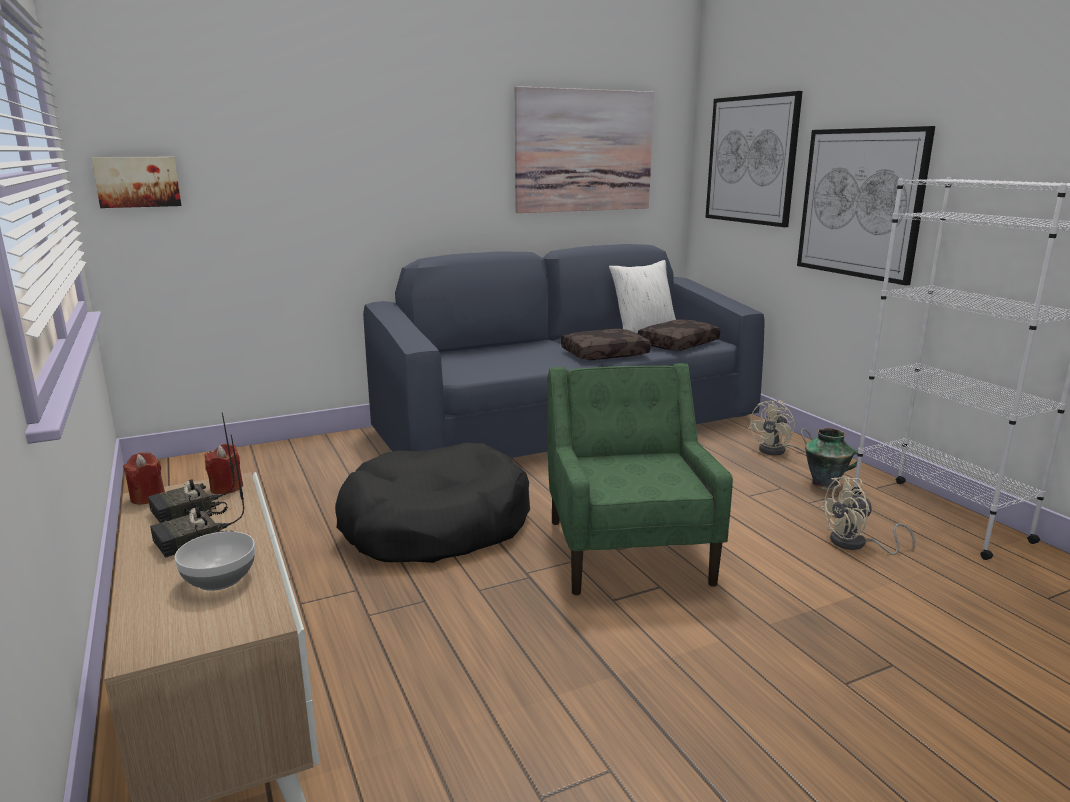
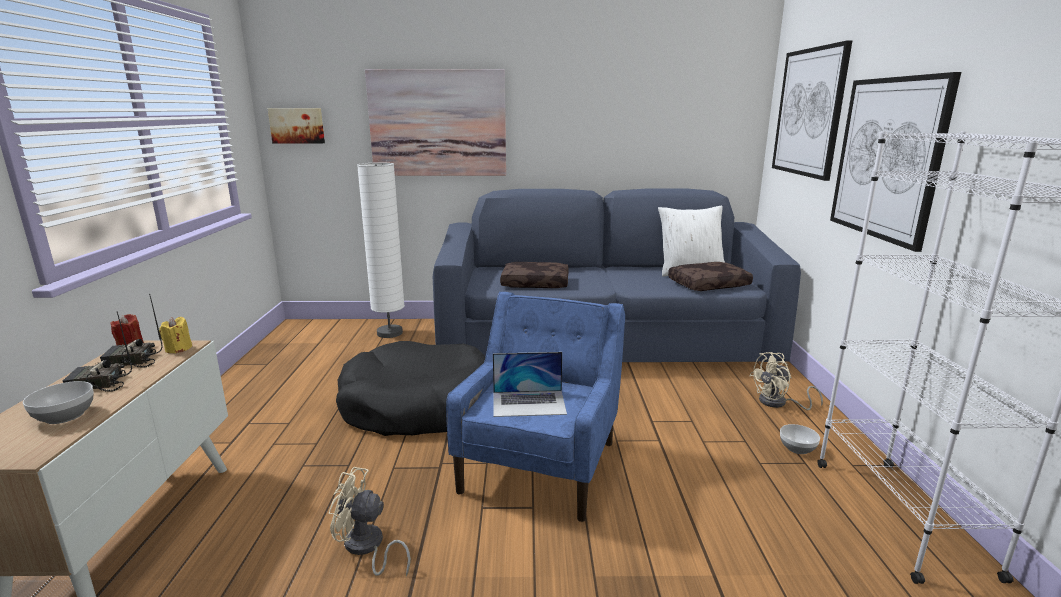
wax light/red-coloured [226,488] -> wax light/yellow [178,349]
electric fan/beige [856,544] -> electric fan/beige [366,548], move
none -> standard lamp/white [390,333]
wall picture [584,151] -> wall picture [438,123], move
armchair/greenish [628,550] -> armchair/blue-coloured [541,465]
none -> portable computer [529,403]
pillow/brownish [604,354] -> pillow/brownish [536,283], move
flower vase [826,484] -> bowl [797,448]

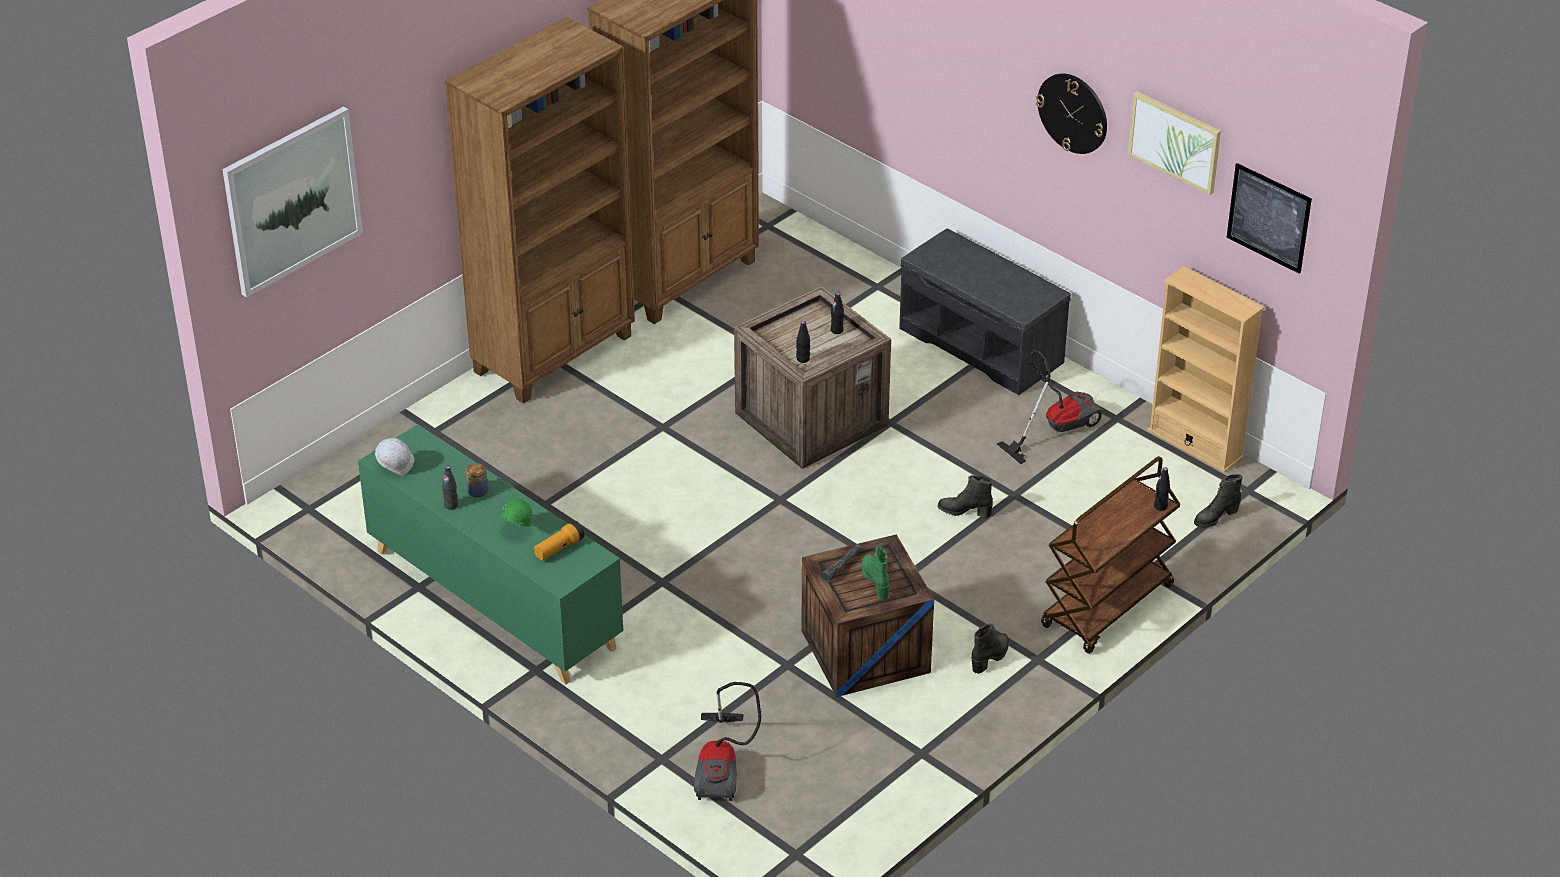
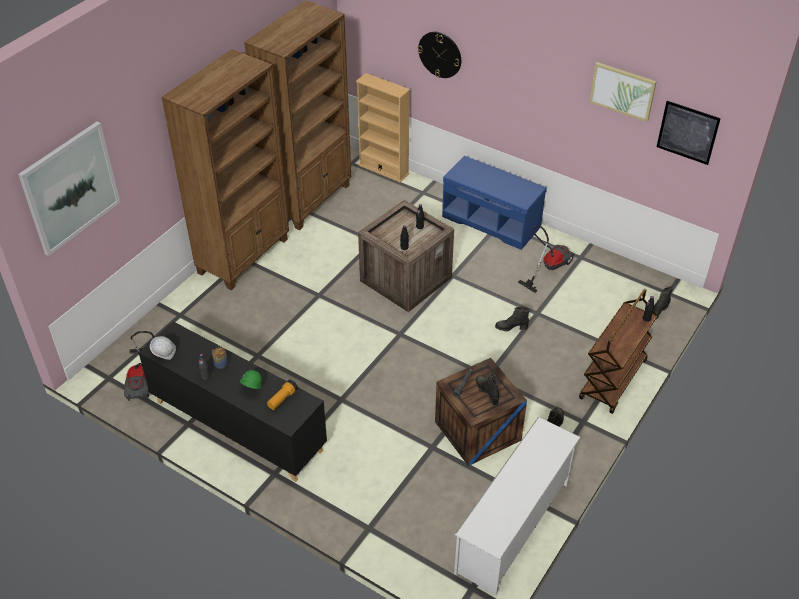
vacuum [723,767] -> vacuum [142,379], move
cabinet/greenish [493,599] -> cabinet/black [237,426]
shelving unit/beige [1195,444] -> shelving unit/beige [384,169], move
wall clock [1073,113] -> wall clock [440,54], move
indoor bench/grey [983,345] -> indoor bench/blue-coloured [492,221]
none -> shoe rack/white [514,528]
boot/greenish [876,581] -> boot/black [487,392]

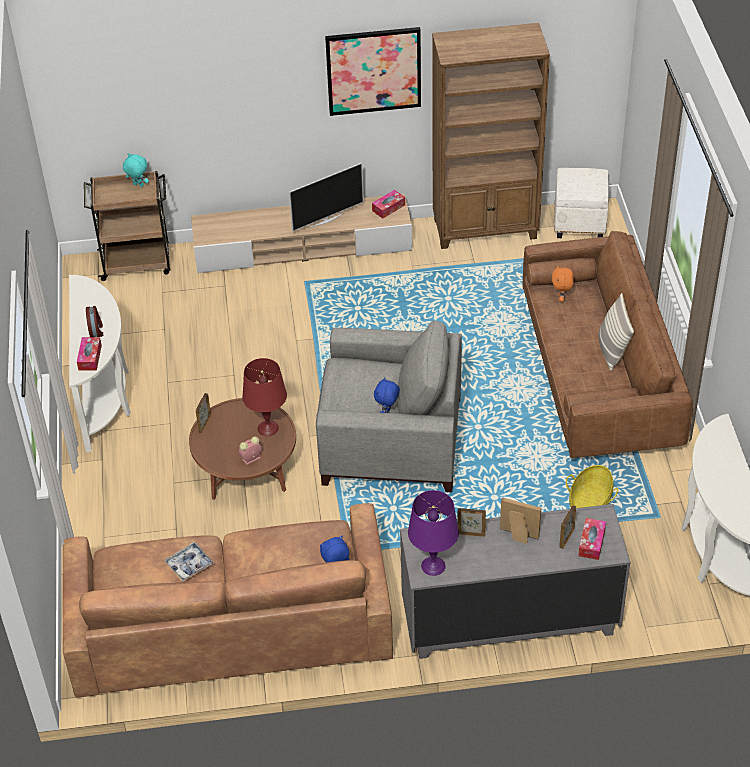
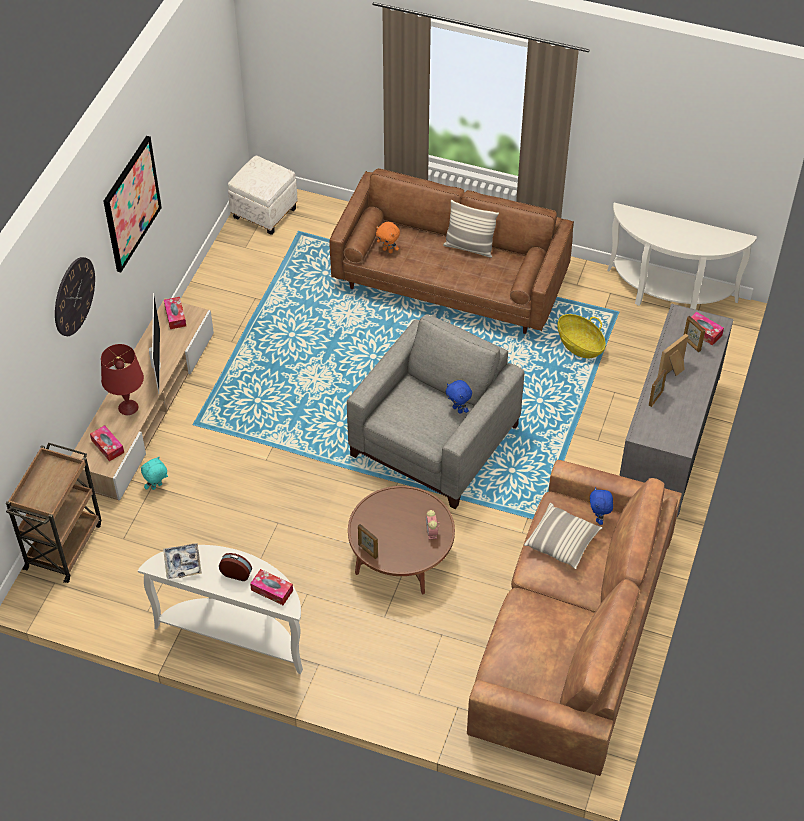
none -> wall clock [74,296]
none -> tissue box [107,446]
lamp for a table/red-coloured [268,428] -> lamp for a table/red-coloured [128,407], move
soft toy/turquoise [138,185] -> soft toy/turquoise [157,487], move
carrying tray [189,564] -> carrying tray [182,564], move
none -> pillow [562,542]
lamp for a table/purple [433,566] -> none
shelving unit/brownish [486,229] -> none

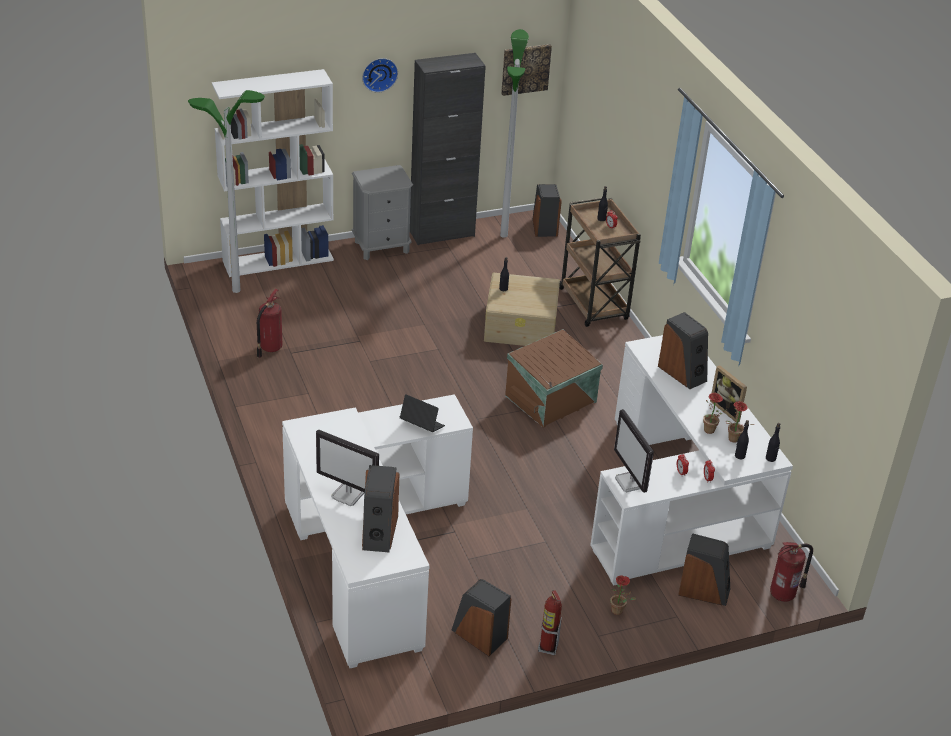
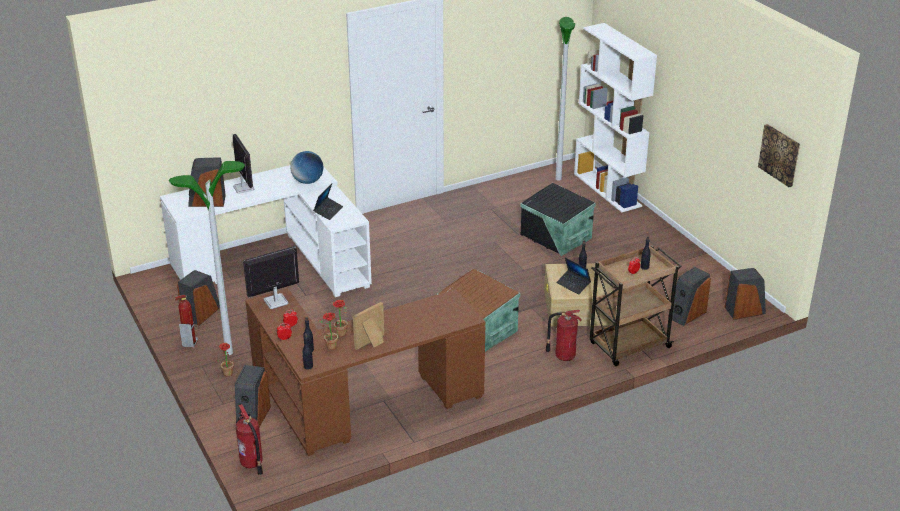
standard lamp [503,235] -> standard lamp [229,352], move
computer display [348,495] -> computer display [243,188], 135 degrees clockwise
desk/white [679,502] -> desk/brownish [358,403]
none -> desk globe [308,181]
none -> storage bin/black [555,237]
fire extinguisher [270,348] -> fire extinguisher [563,356], move
none -> portable computer [573,285]
speaker [682,373] -> speaker [687,314], move
night table/grey [381,246] -> none
wall clock [379,73] -> none
cabinet/black [442,233] -> none

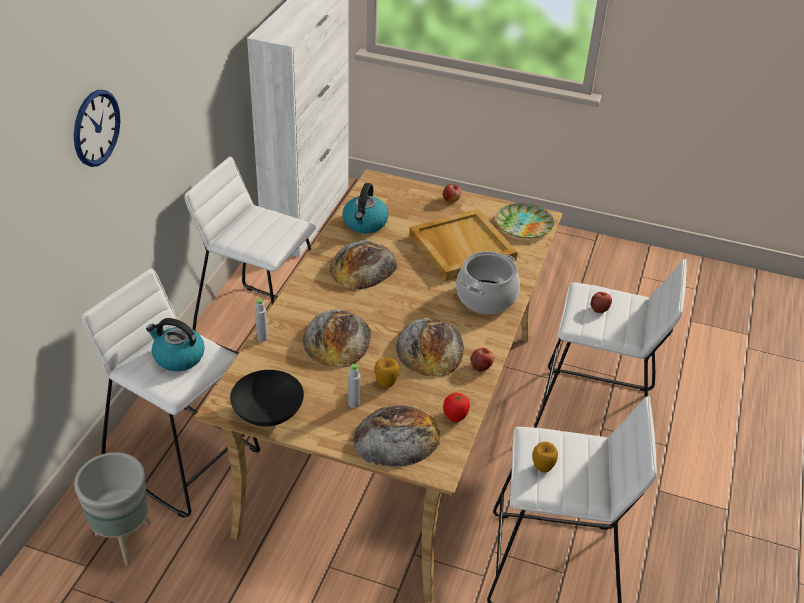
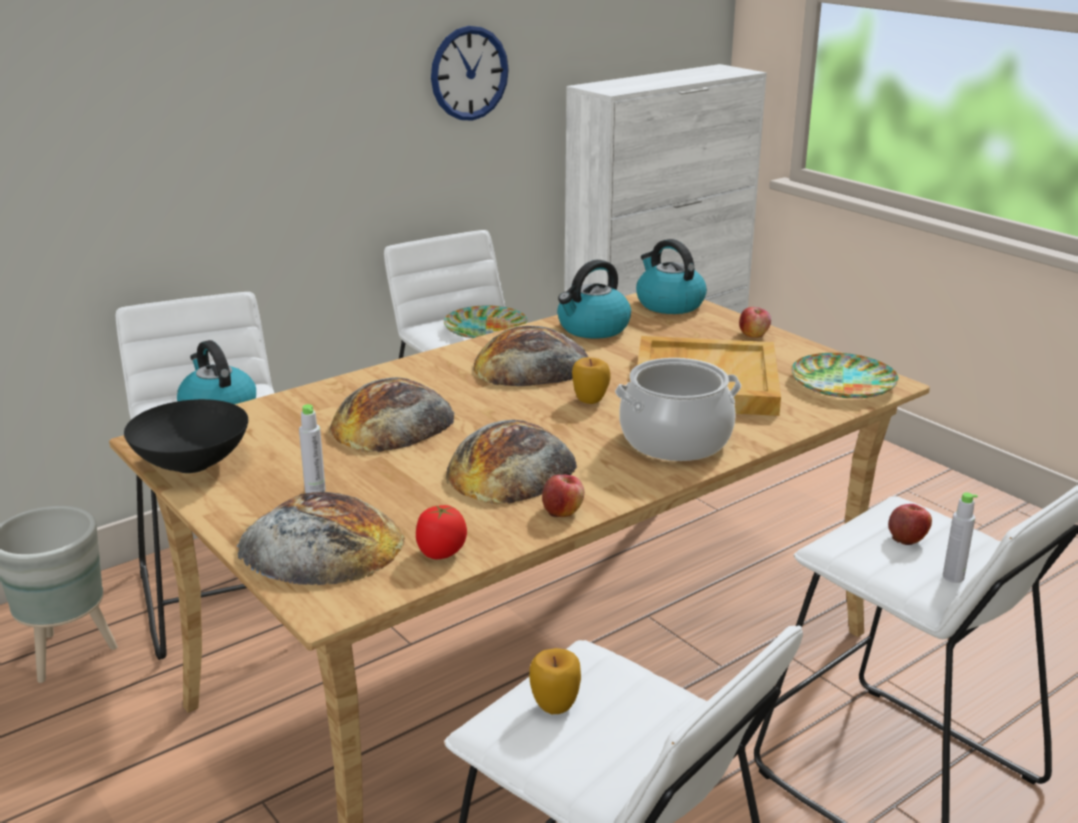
wall clock [96,128] -> wall clock [469,73], move
none -> dinner plate [485,328]
apple fruit [386,383] -> apple fruit [590,400], move
none -> water kettle [668,304]
beverage bottle/grey [262,338] -> beverage bottle/grey [953,577], move

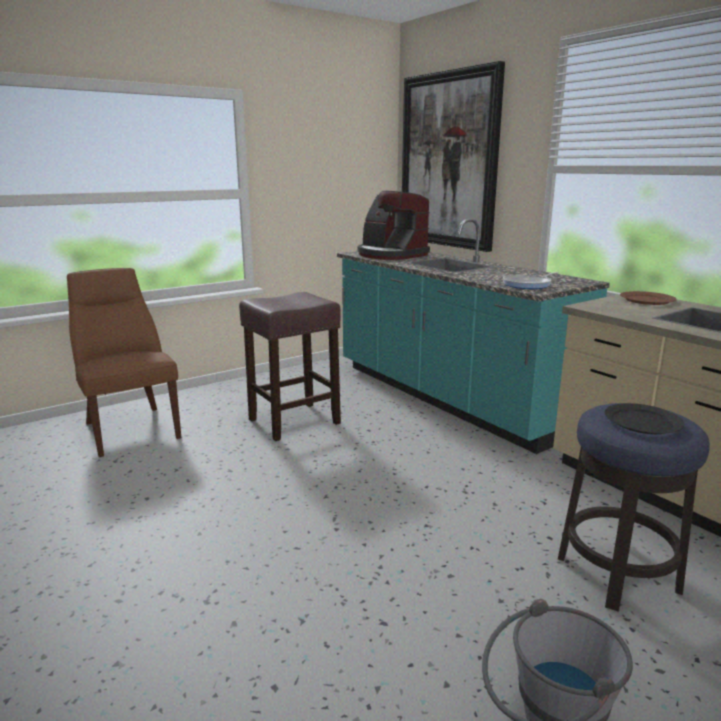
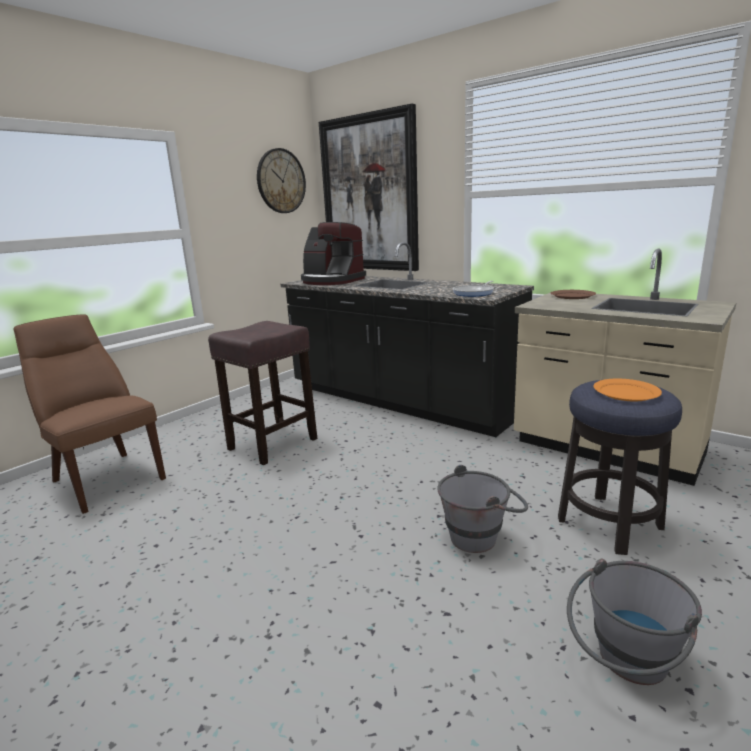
none -> wall clock [281,181]
kitchen base unit/turquoise [447,397] -> kitchen base unit/black [399,401]
none -> bucket/grey [481,535]
dinner plate/black [642,422] -> dinner plate/orange [625,392]

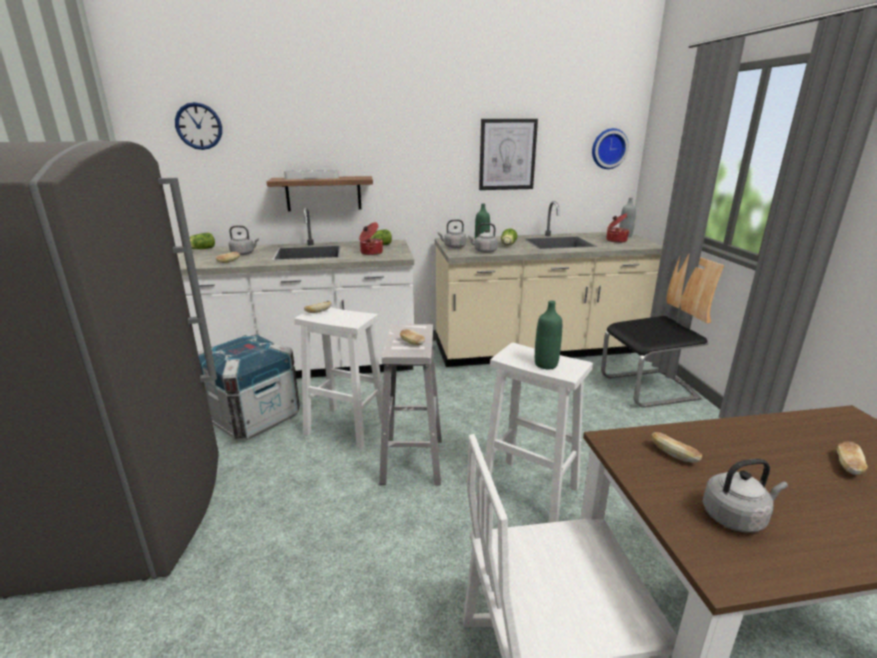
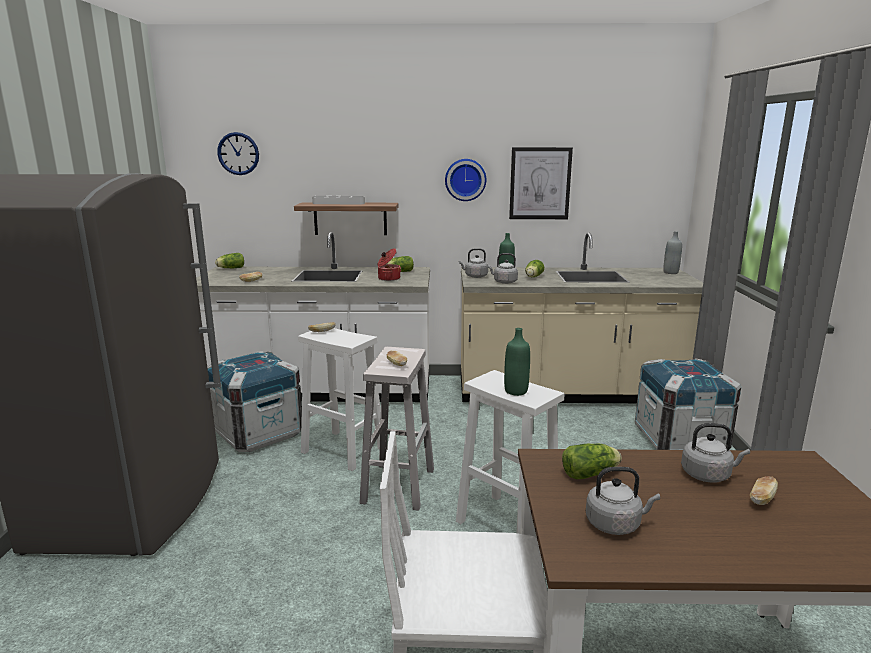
wall clock [608,148] -> wall clock [465,179], move
bread [673,455] -> head of lettuce [591,474]
upright chair [649,388] -> shipping crate [680,441]
water kettle/grey [244,254] -> water kettle/grey [708,475], move
cooking pot [615,240] -> none

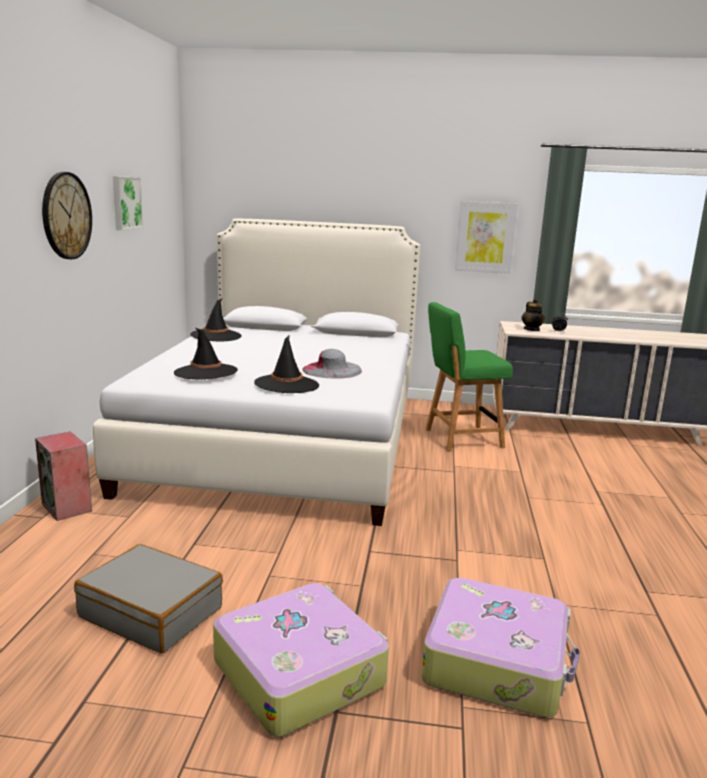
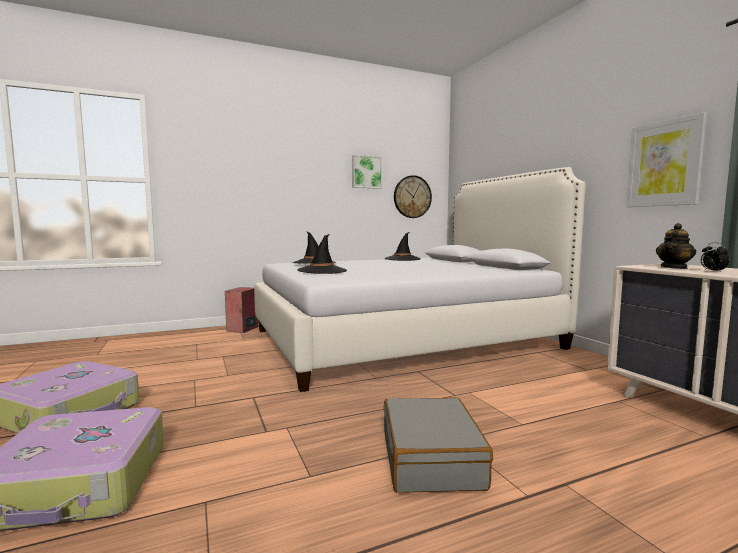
piece of luggage/grey [152,612] -> piece of luggage/grey [431,458], move
wall clock [66,216] -> wall clock [412,197], move
hat/grey [332,370] -> none
upright chair/greenish [460,438] -> none

